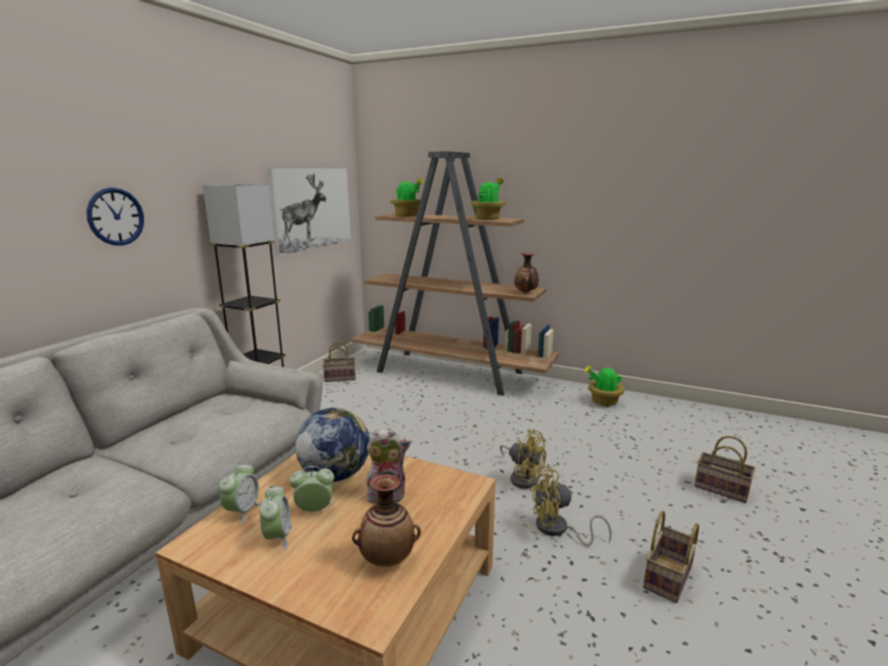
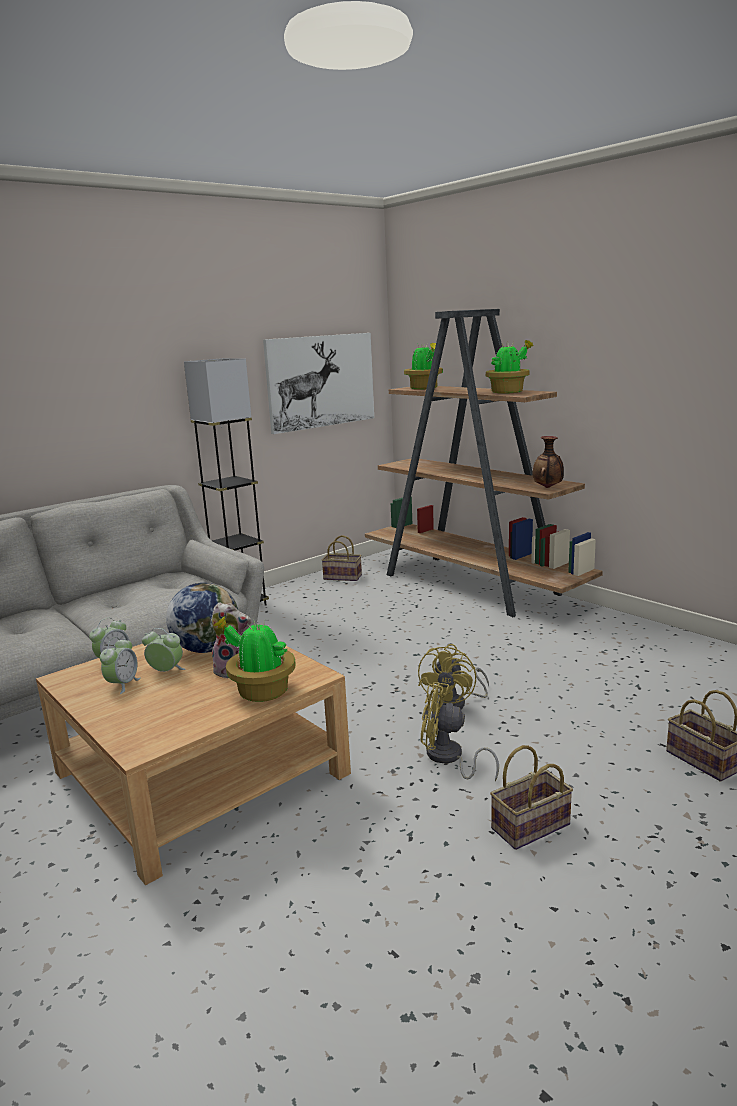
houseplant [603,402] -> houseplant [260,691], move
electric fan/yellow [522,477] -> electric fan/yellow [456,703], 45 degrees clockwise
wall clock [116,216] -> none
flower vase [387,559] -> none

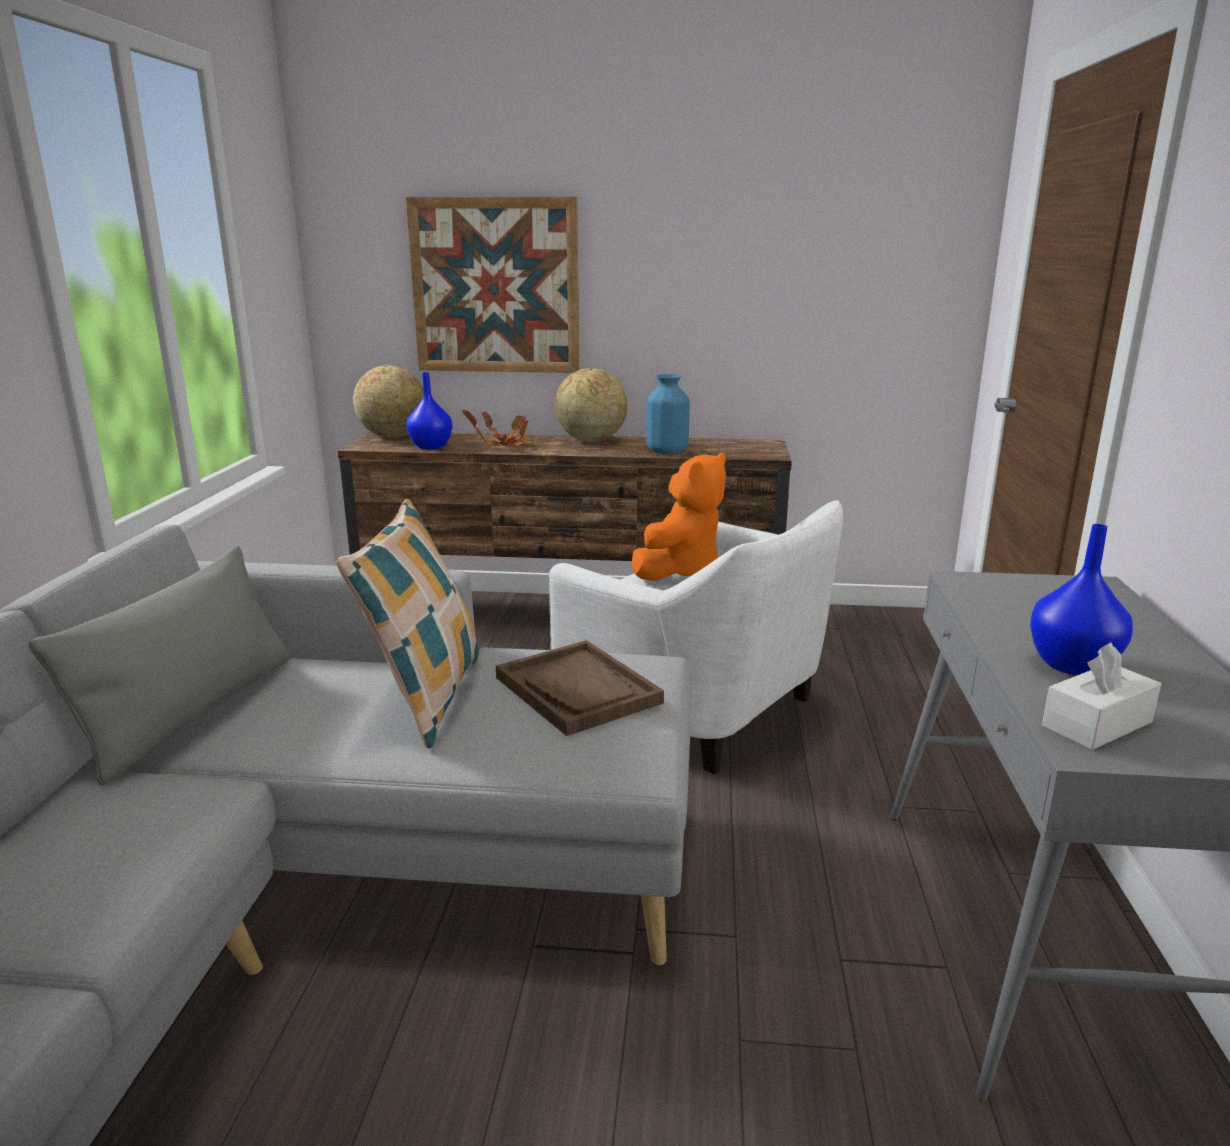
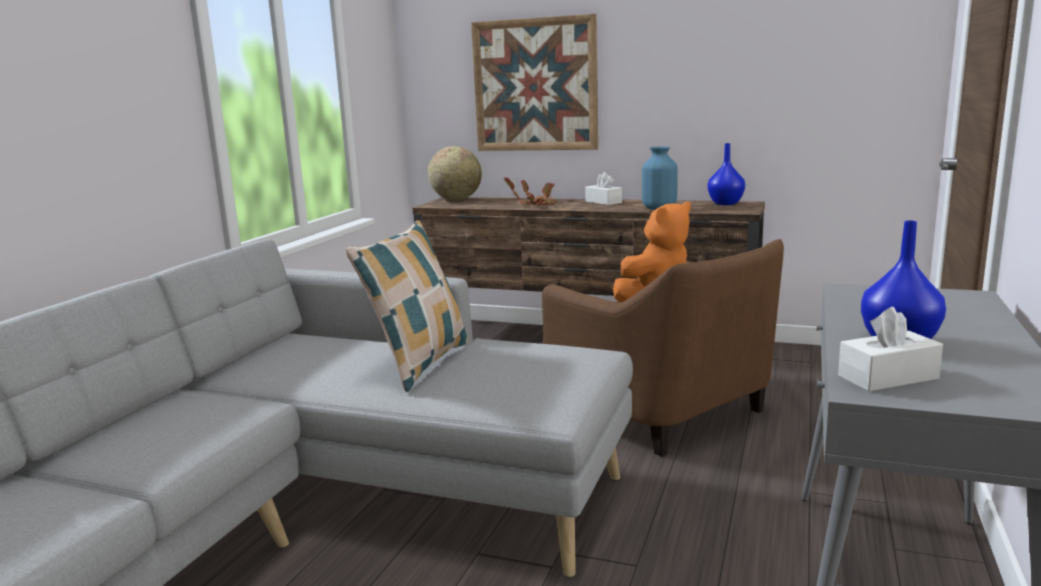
armchair/white [698,709] -> armchair/brownish [665,412]
desk globe [591,441] -> tissue box/white [603,202]
flower vase/blue-coloured [431,446] -> flower vase/blue-coloured [726,203], move
pillow/grey [192,712] -> none
carrying tray/brownish [578,690] -> none

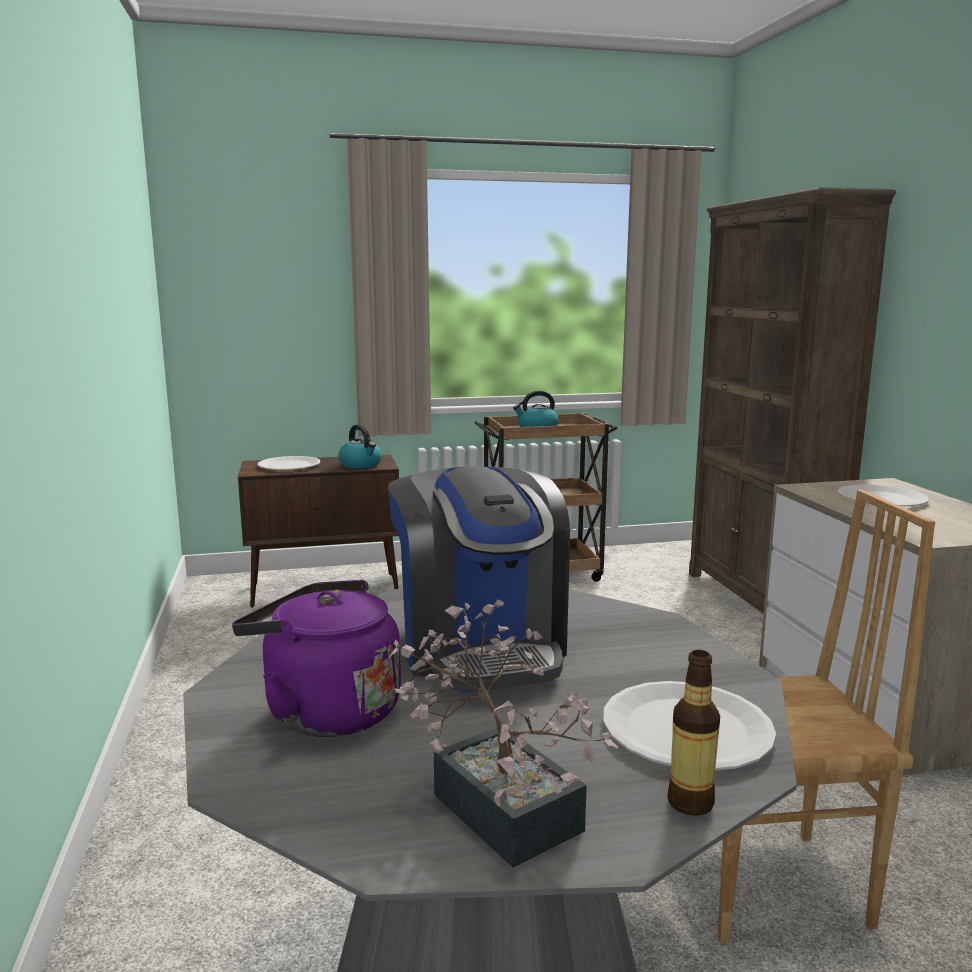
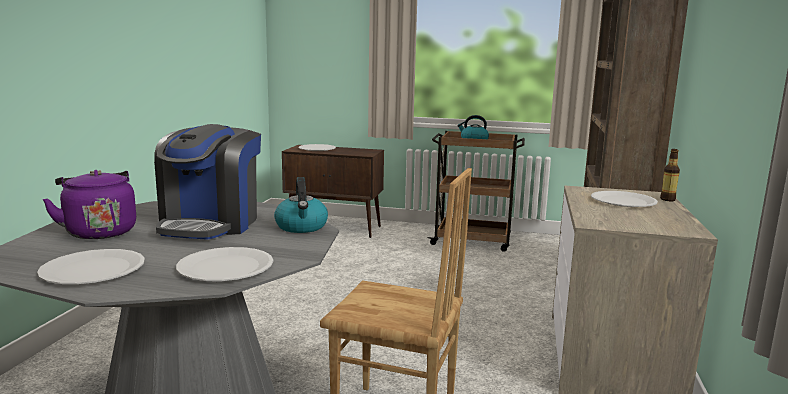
houseplant [497,802] -> dinner plate/white [93,270]
water kettle [361,465] -> water kettle [302,227], move
beverage bottle [690,803] -> beverage bottle [667,199], move

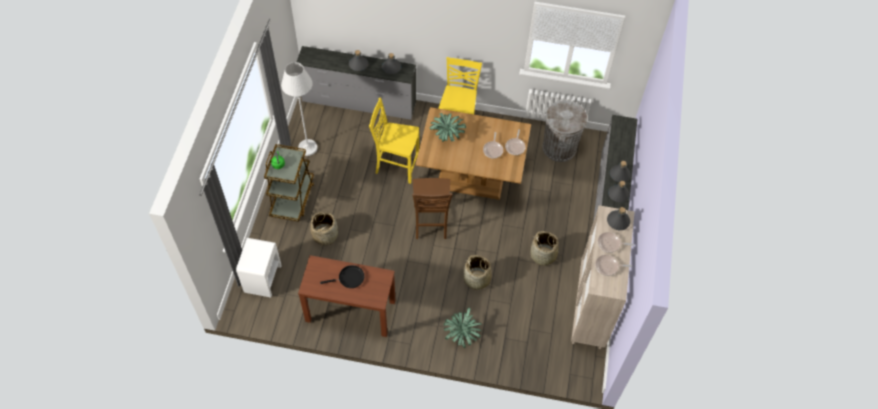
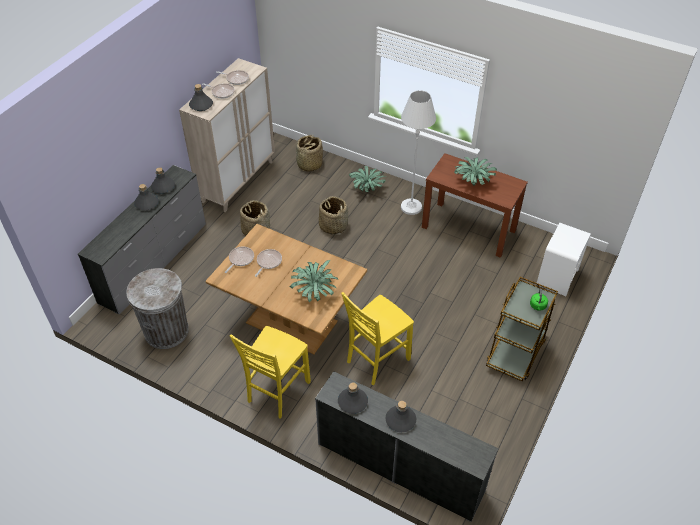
basket [325,235] -> basket [309,164], move
upright chair/yellow [396,165] -> upright chair/yellow [376,360], 105 degrees clockwise
standard lamp/white [307,148] -> standard lamp/white [411,207], move
pan/black [349,278] -> houseplant [473,182]
upright chair/brownish [430,223] -> none

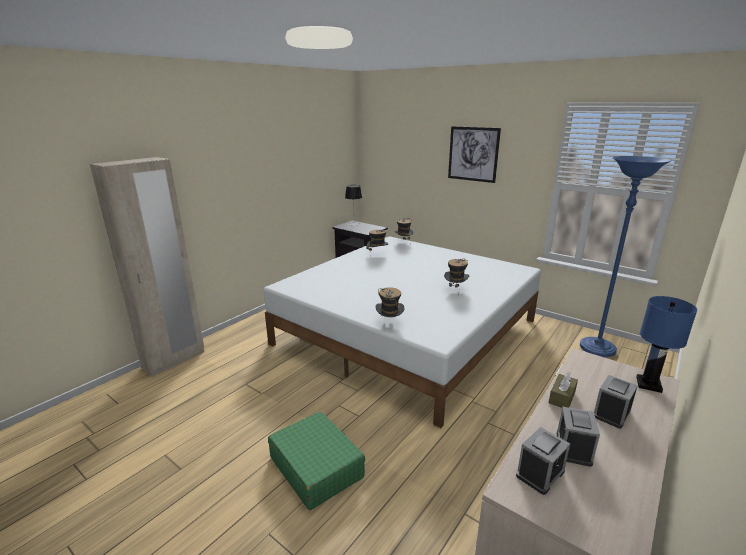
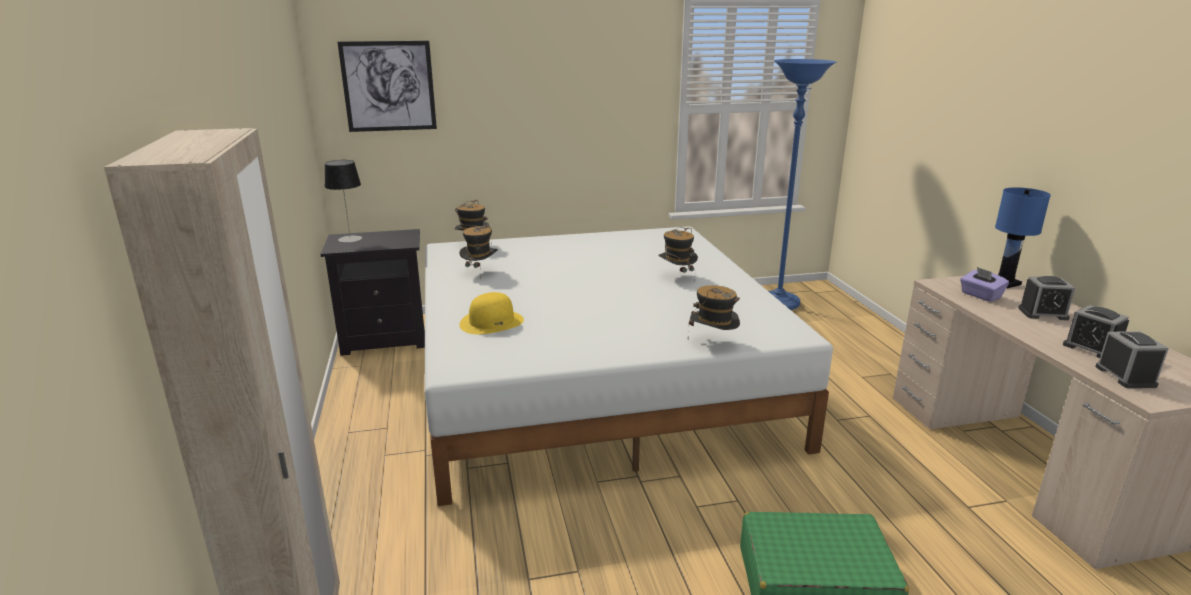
wall picture [473,154] -> wall picture [388,86], move
none -> hat/yellow [492,322]
none -> tissue box/purple [980,295]
alarm clock [611,413] -> alarm clock [1043,313], 75 degrees counterclockwise
tissue box/brownish [562,397] -> none

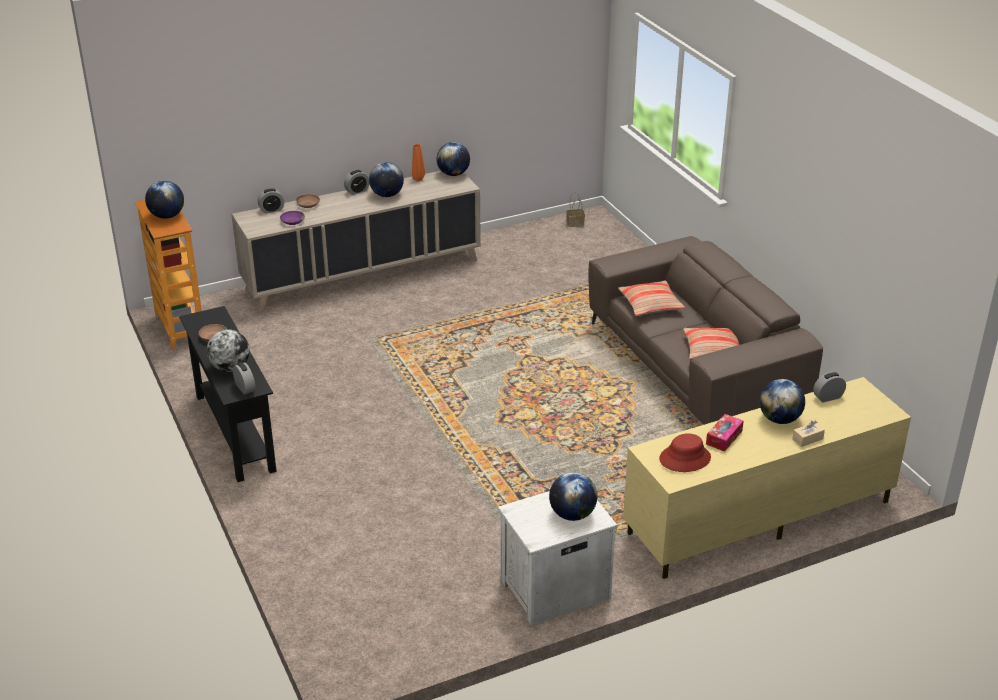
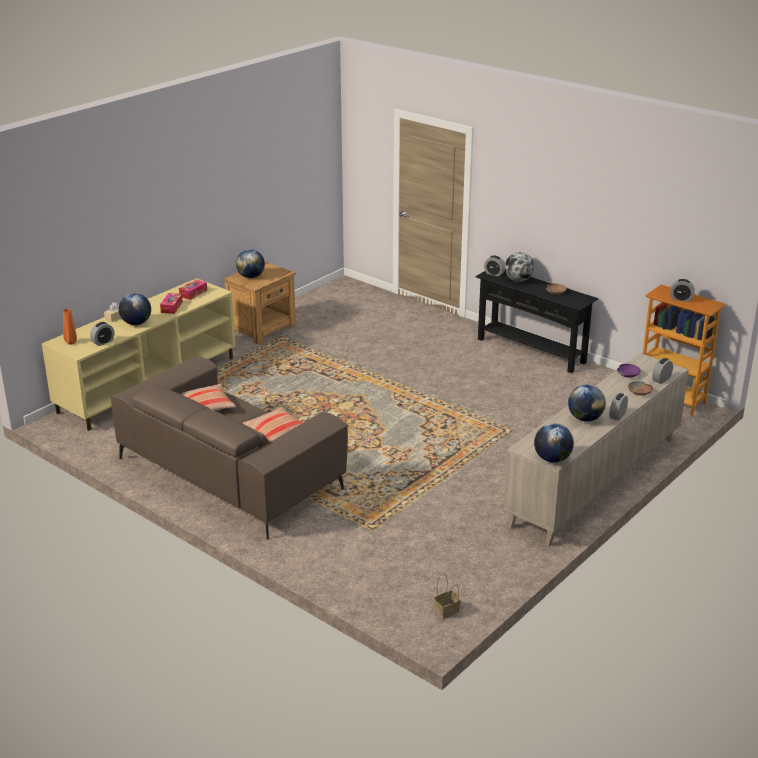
flower vase/orange [419,179] -> flower vase/orange [70,342], move
hat/red-coloured [684,458] -> tissue box [193,293]
night table/white [553,589] -> night table/brownish [263,328]
desk globe [167,216] -> alarm clock [681,299]

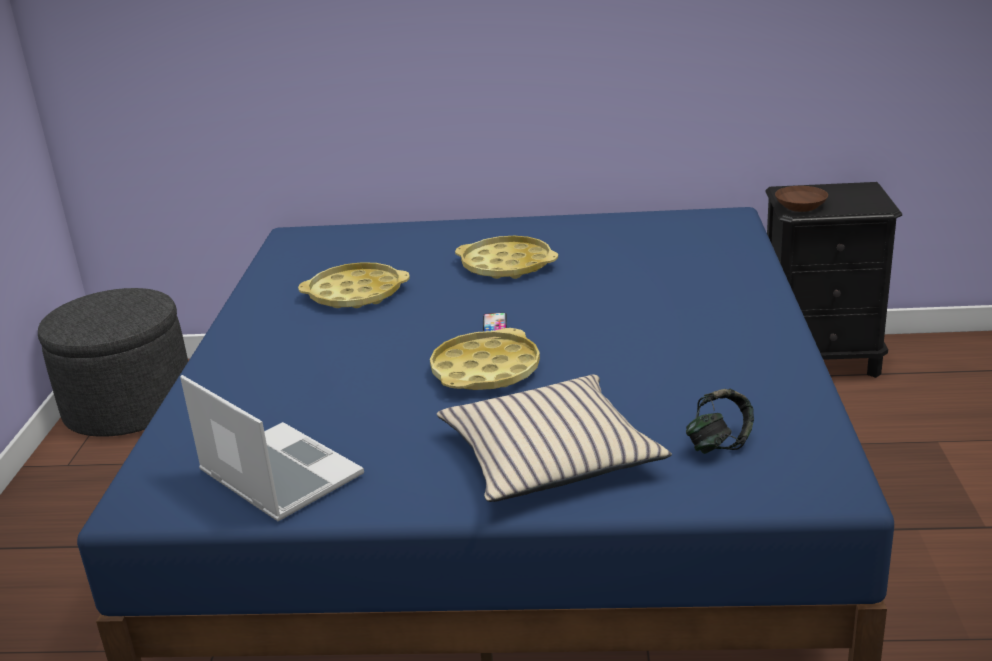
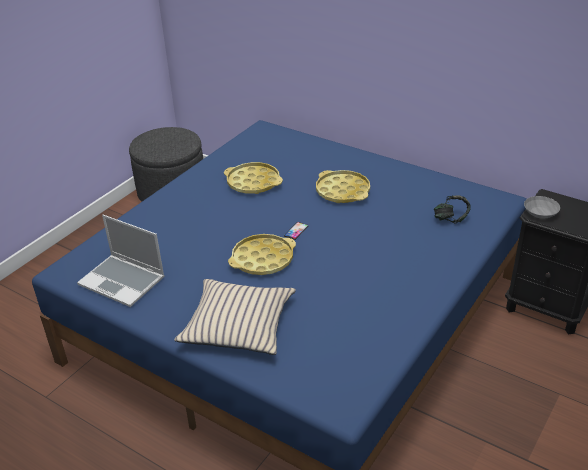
portable computer [277,475] -> portable computer [123,281], 135 degrees clockwise
headphones [719,444] -> headphones [450,219], move
bowl/brownish [802,207] -> bowl/grey [541,213]

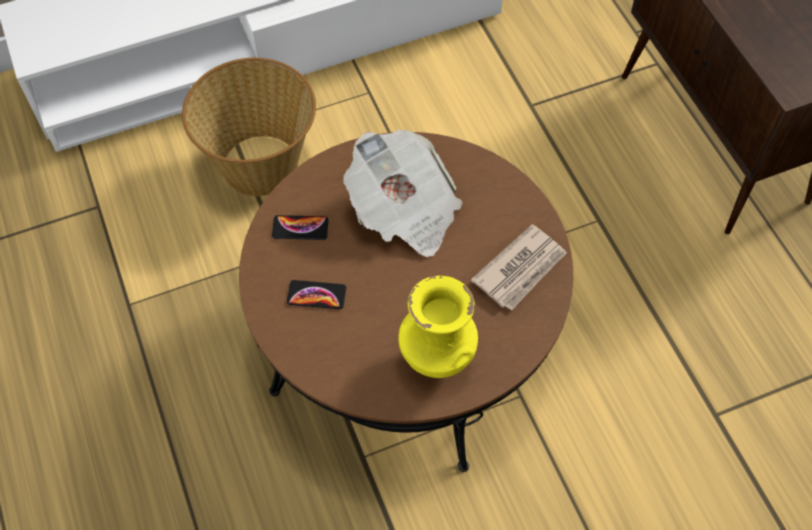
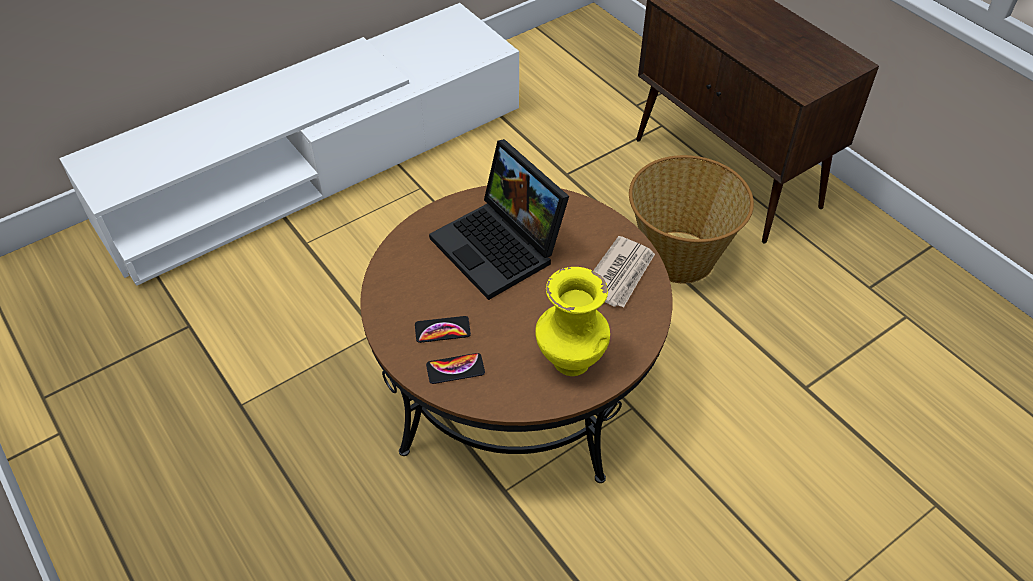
telephone [300,228] -> telephone [455,369], move
newspaper [404,211] -> portable computer [501,247]
basket [261,164] -> basket [679,256], move

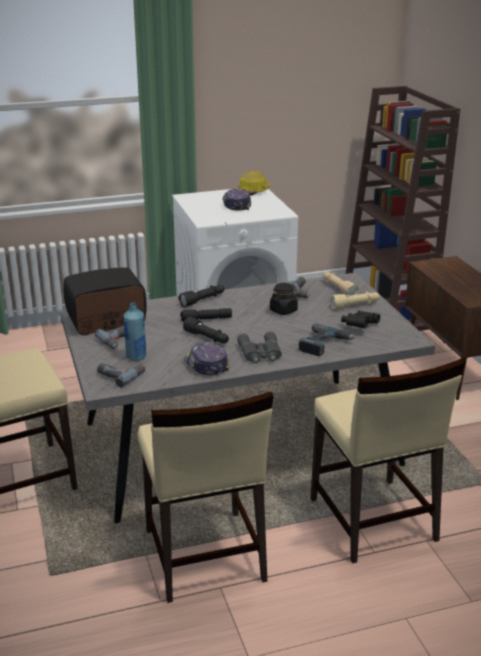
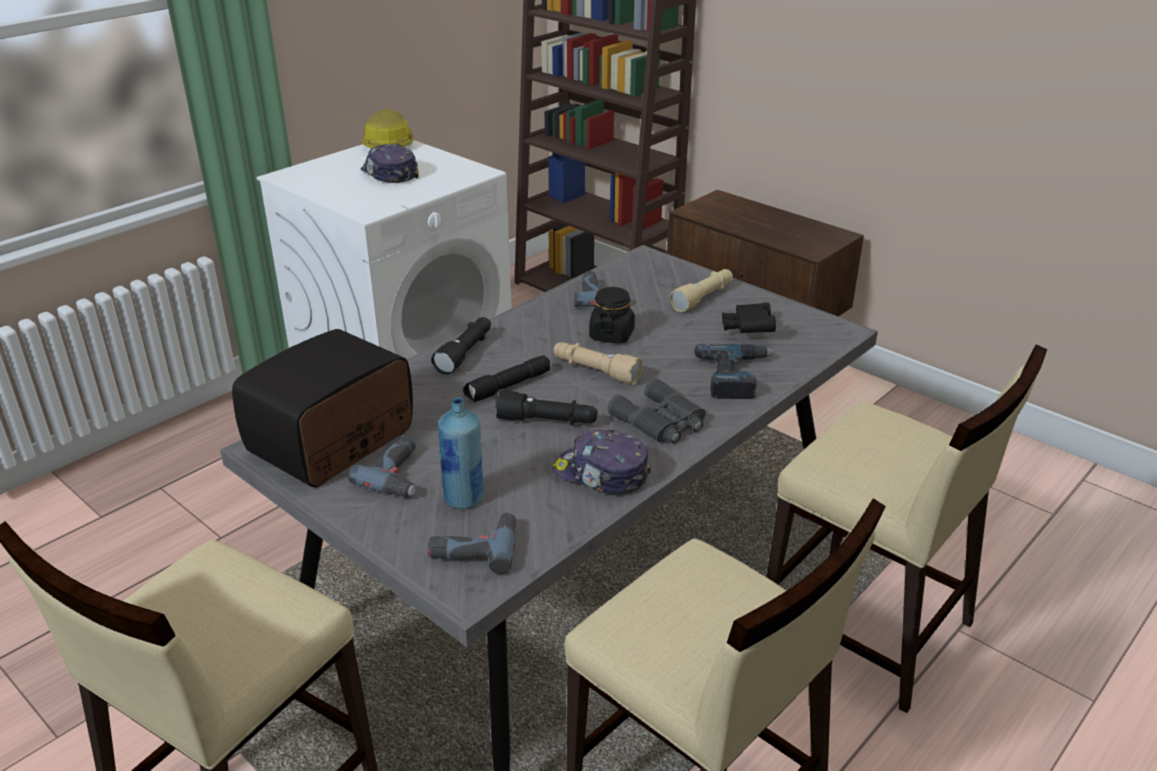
hand torch/beige [338,289] -> hand torch/beige [595,371], move

